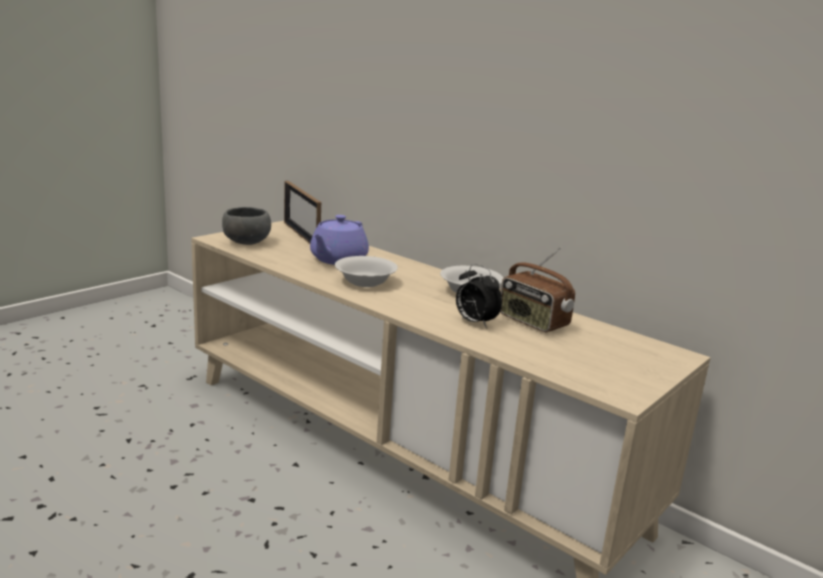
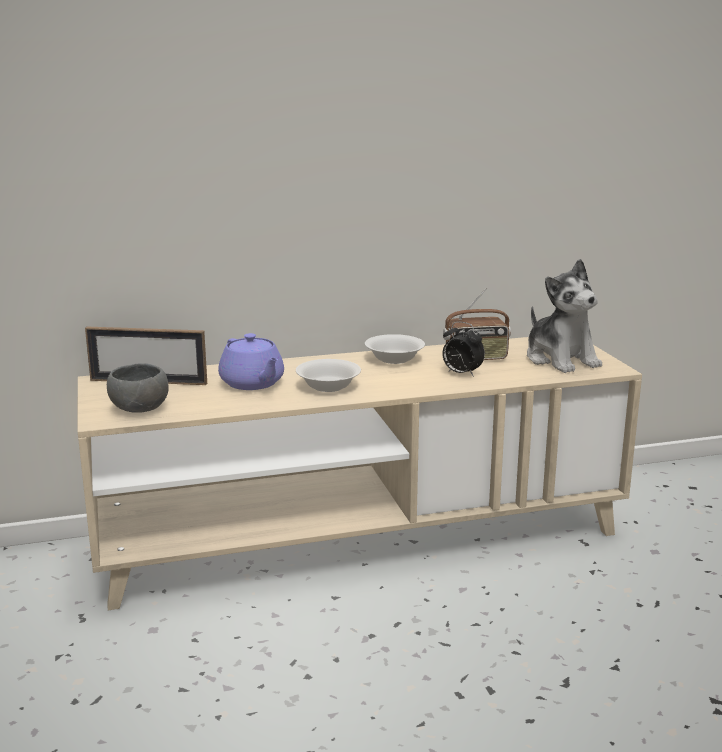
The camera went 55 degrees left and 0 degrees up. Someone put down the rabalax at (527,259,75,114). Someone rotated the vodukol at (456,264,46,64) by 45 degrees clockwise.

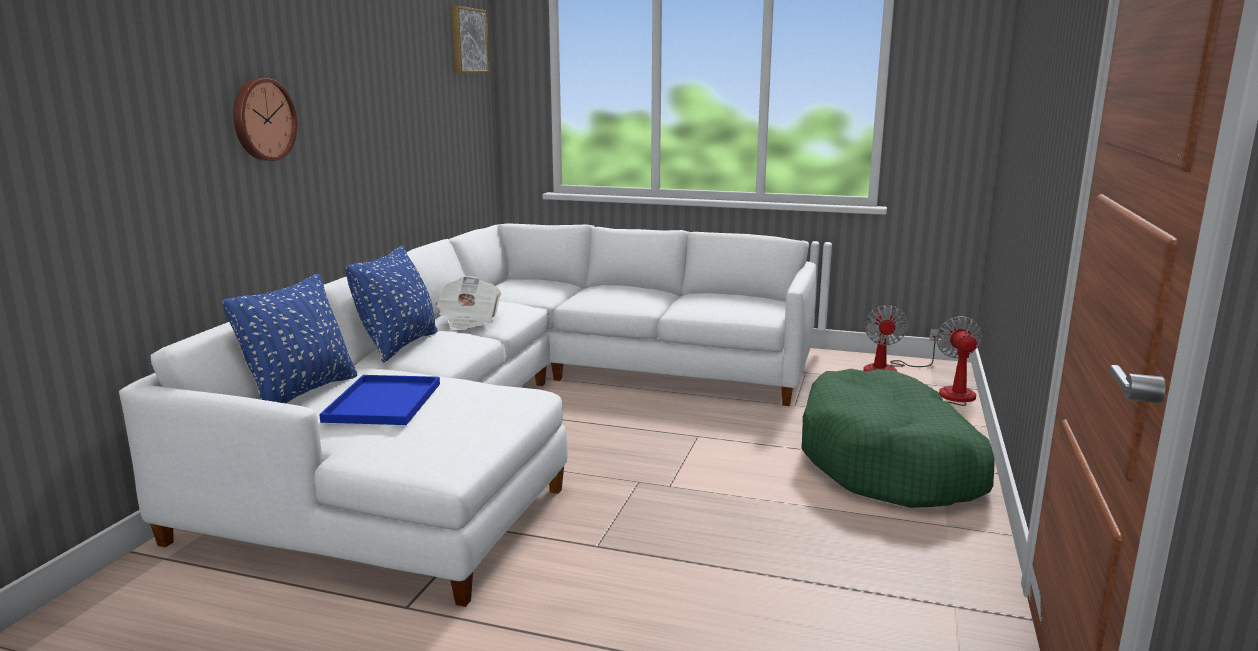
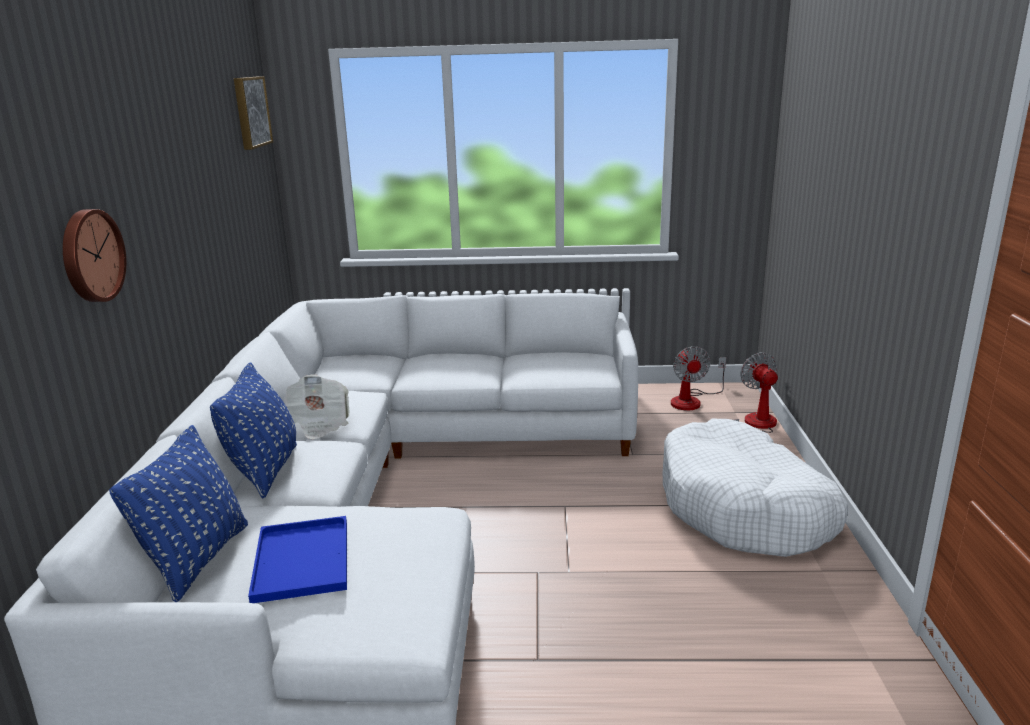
The camera went 15 degrees left and 5 degrees up. Someone repainted the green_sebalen at (801,369,193,139), which became the white_sebalen at (663,419,185,138).

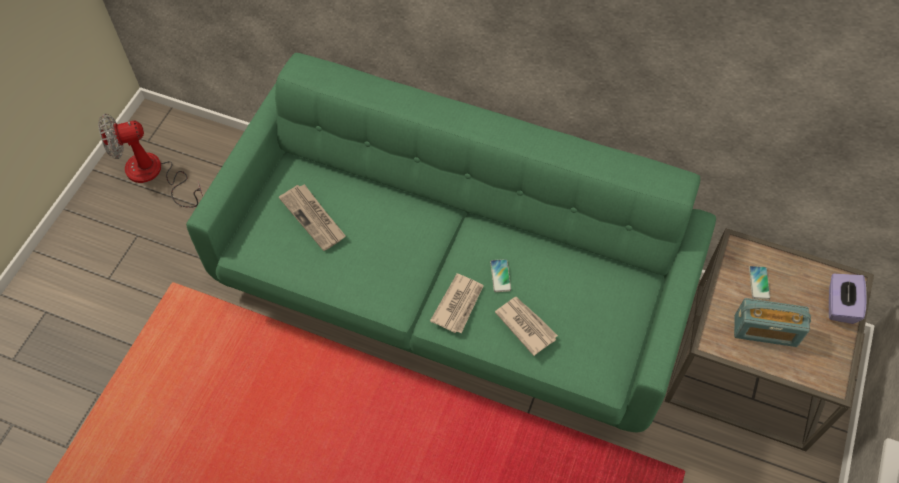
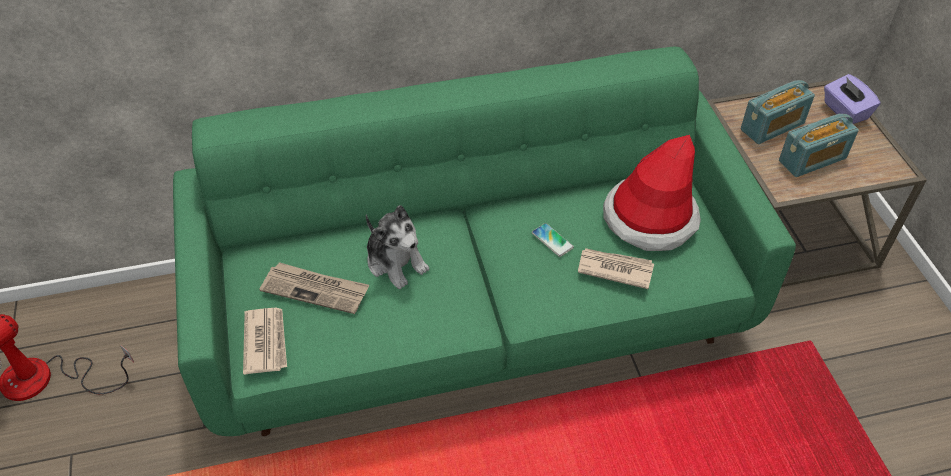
The camera went 35 degrees left and 10 degrees down. Someone put down the rabalax at (366,205,63,84). Someone put down the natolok at (603,135,98,116). Someone carried the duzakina from (430,273,54,60) to (243,308,44,67). Someone swapped the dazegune at (749,266,21,34) for the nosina at (741,80,74,64).

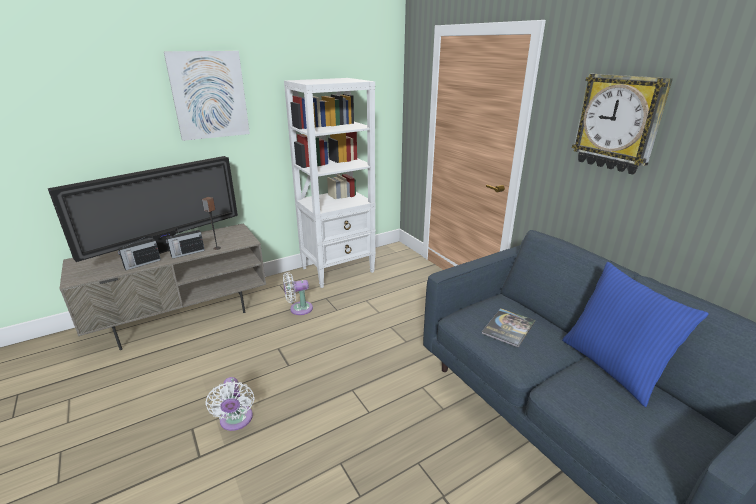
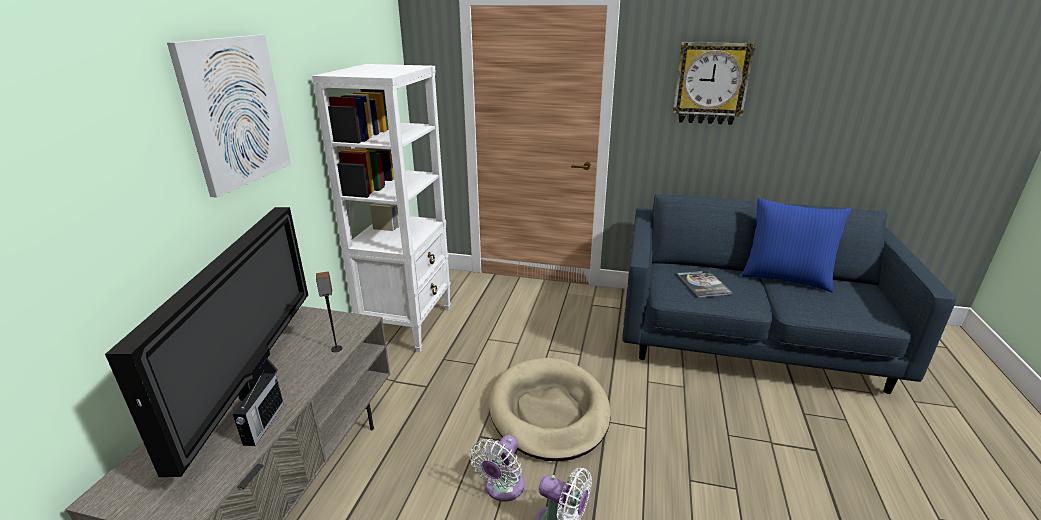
The camera went 45 degrees left and 0 degrees up. Someone took away the nosina at (166,228,39,31). Someone put down the beige_sebalen at (489,357,122,104). Someone carried the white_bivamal from (283,272,30,43) to (470,435,55,67).

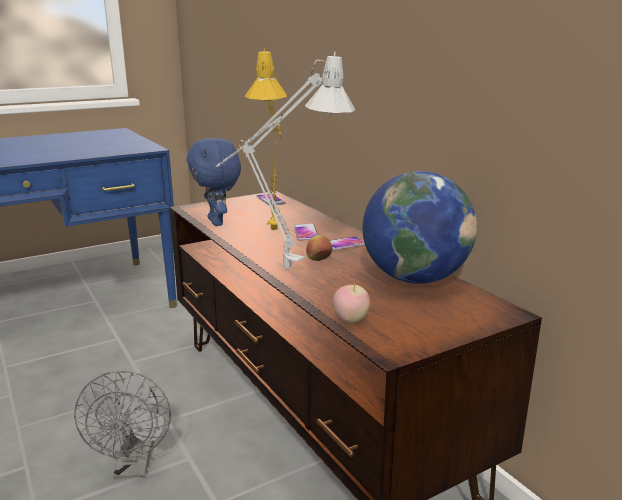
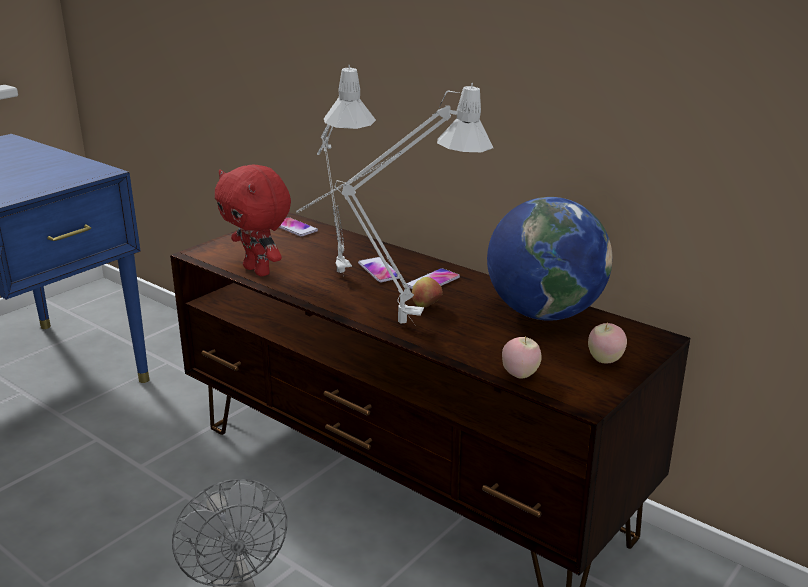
The camera went 20 degrees left and 5 degrees up. Someone put down the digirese at (588,322,39,41). Someone repainted the blue_rabalax at (186,138,55,88), which became the red_rabalax at (215,164,76,112). Someone repainted the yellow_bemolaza at (245,48,42,182), which became the grey_bemolaza at (317,65,59,211).

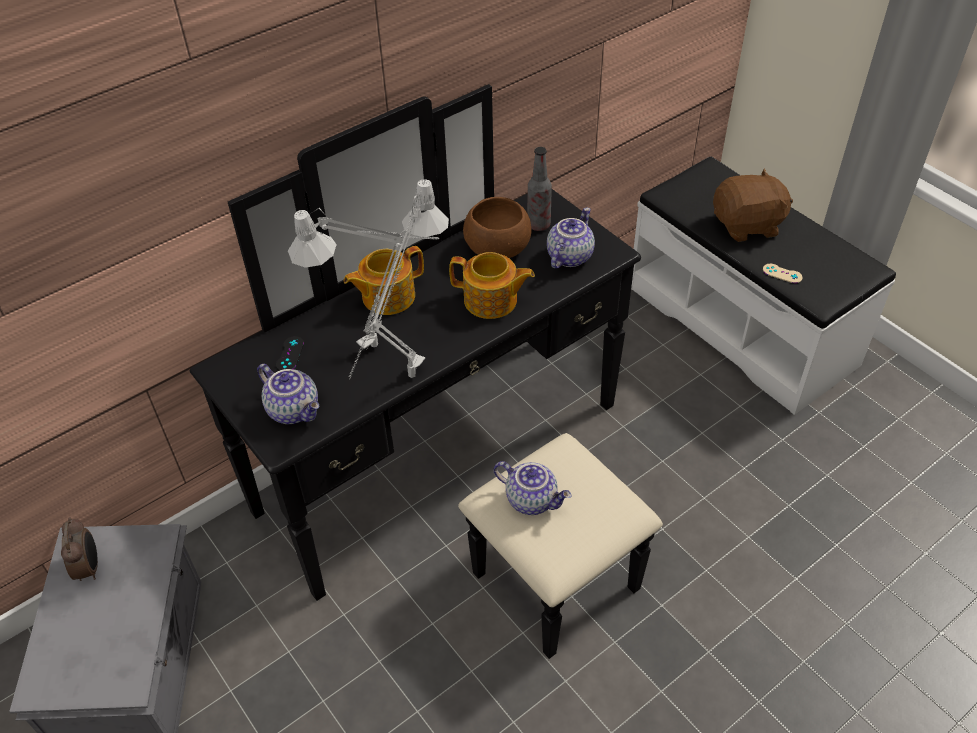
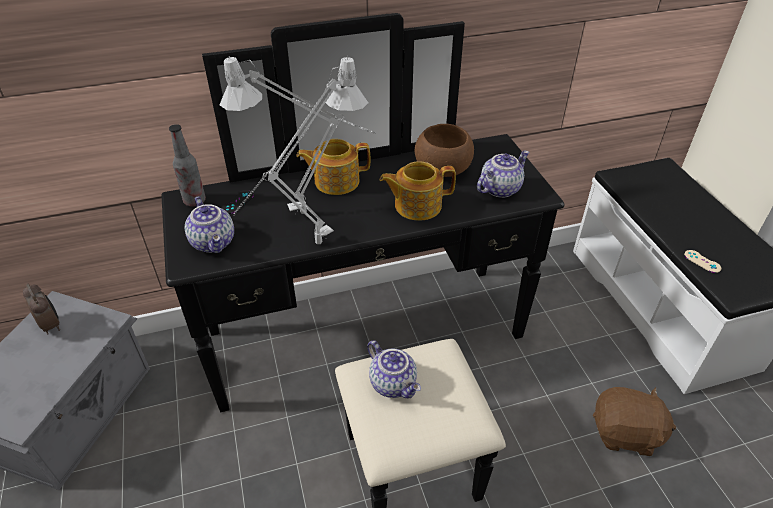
The camera went 20 degrees right and 5 degrees down. Someone carried the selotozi from (527,147,25,84) to (169,124,37,83). Someone carried the brown_rabalax from (713,168,80,74) to (593,387,83,69). Someone rotated the vodukol at (61,517,37,64) by 45 degrees counterclockwise. Someone rotated the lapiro at (449,252,86,67) by 135 degrees clockwise.

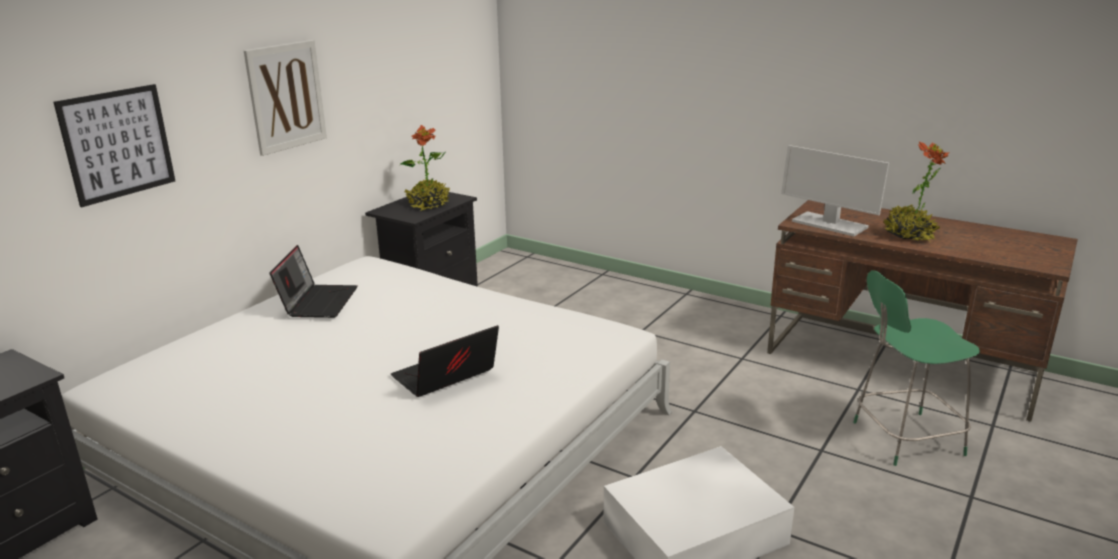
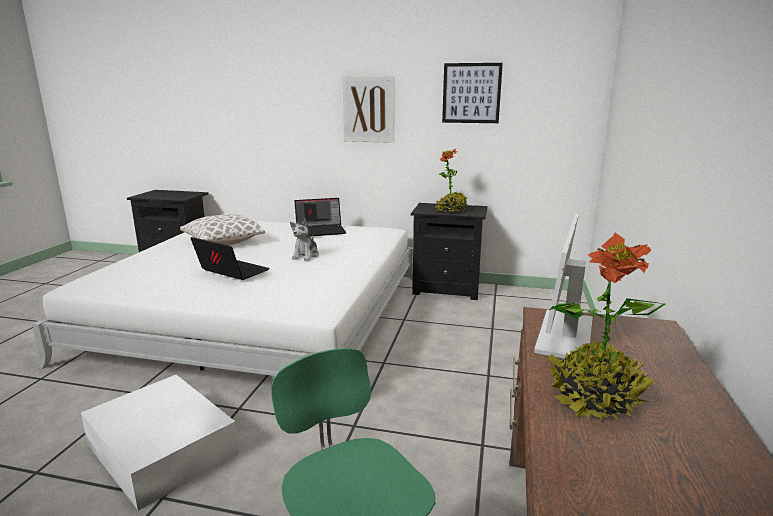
The camera went 70 degrees right and 5 degrees down. Someone put down the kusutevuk at (180,214,85,31). Someone put down the rabalax at (290,217,29,44). Someone carried the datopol from (53,84,122,123) to (442,63,61,60).

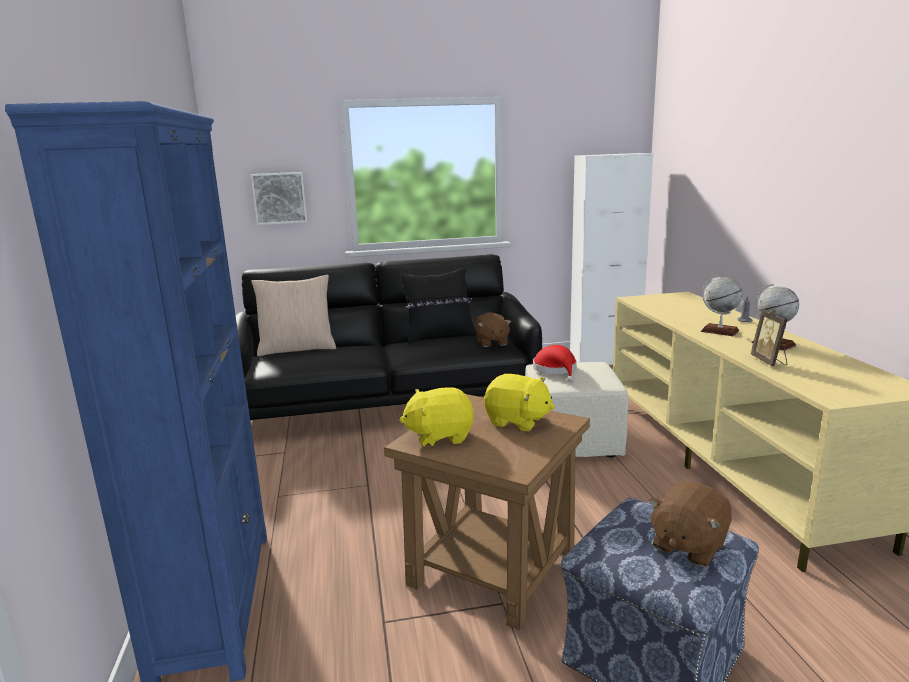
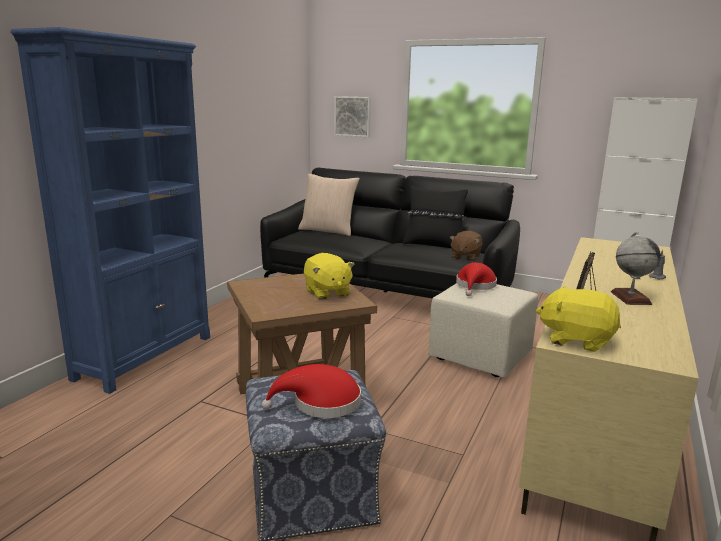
The camera went 35 degrees right and 0 degrees up. Someone took away the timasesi at (701,275,41,61). Someone carried the yellow_rabalax from (399,387,75,60) to (536,286,85,66). Someone swapped the brown_rabalax at (649,482,83,85) for the red_natolok at (262,364,99,54).

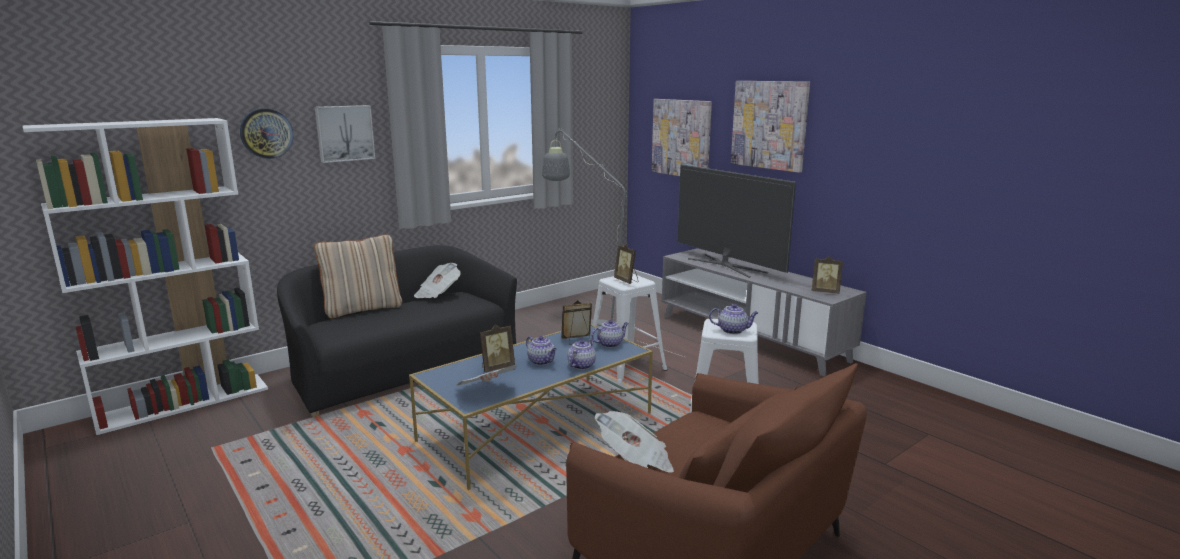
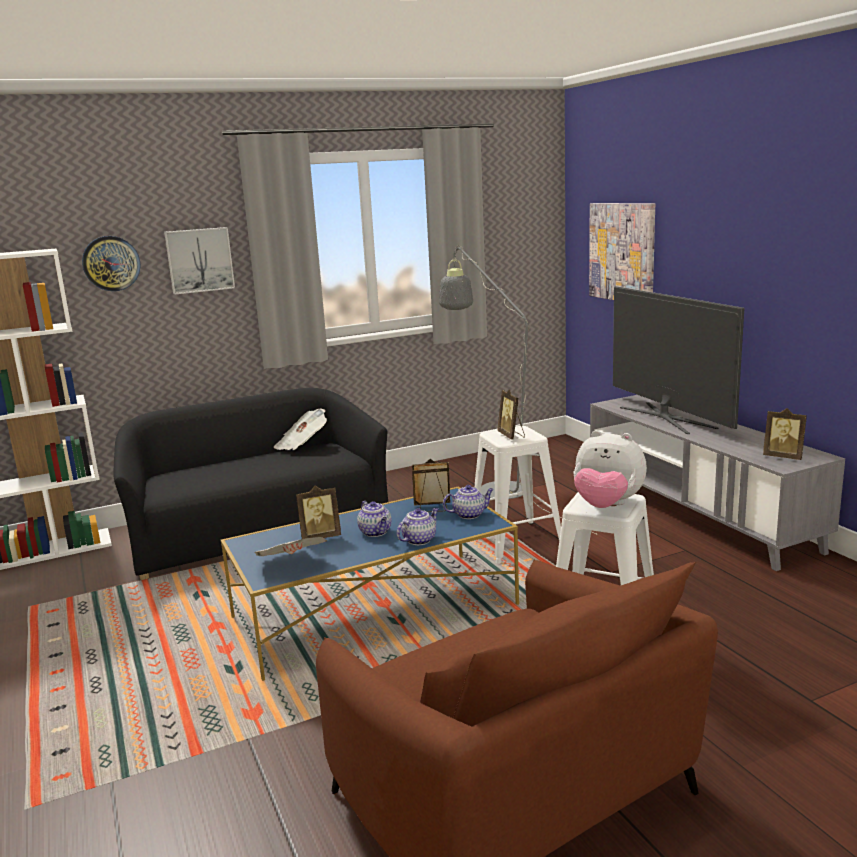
The camera went 15 degrees right and 0 degrees up. Someone took away the beige_kusutevuk at (314,234,88,85). Someone took away the duzakina at (595,411,79,62). Someone took away the datopol at (731,81,79,92). Someone swapped the lapiro at (709,304,49,30) for the rabalax at (574,430,73,78).

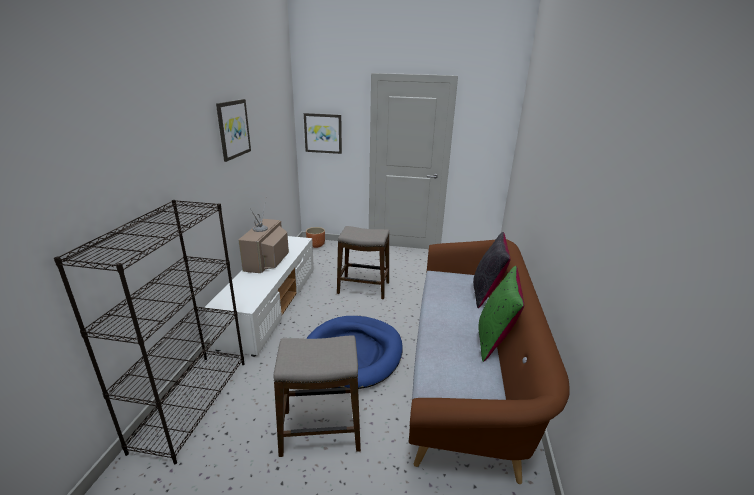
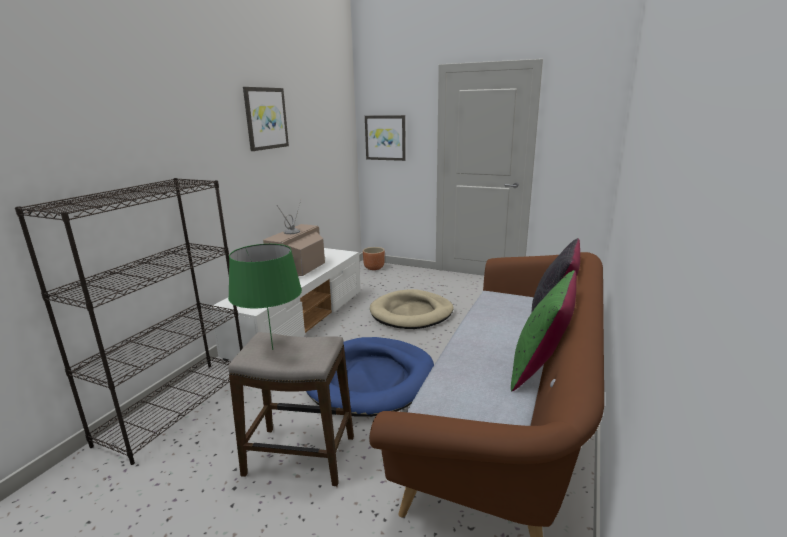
The camera went 15 degrees right and 5 degrees down. Someone put down the green_bemolaza at (228,244,74,106). Someone swapped the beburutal at (337,226,52,73) for the beige_sebalen at (370,289,84,40).

